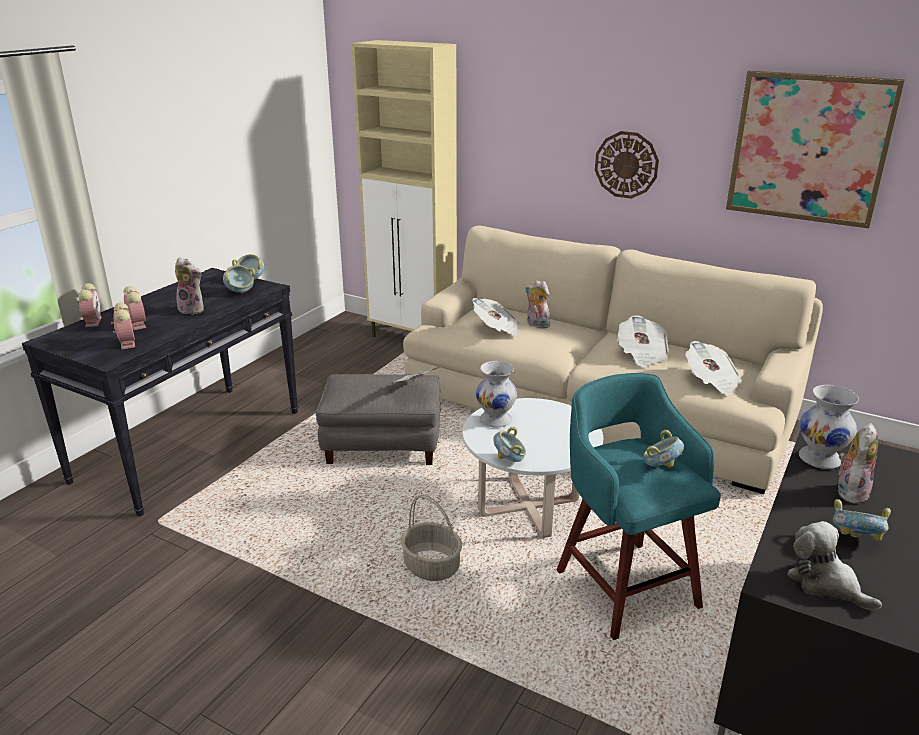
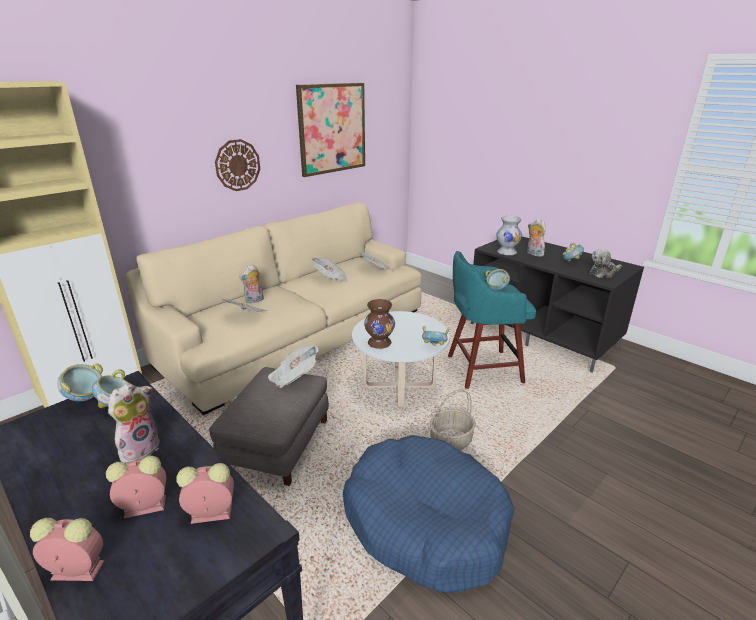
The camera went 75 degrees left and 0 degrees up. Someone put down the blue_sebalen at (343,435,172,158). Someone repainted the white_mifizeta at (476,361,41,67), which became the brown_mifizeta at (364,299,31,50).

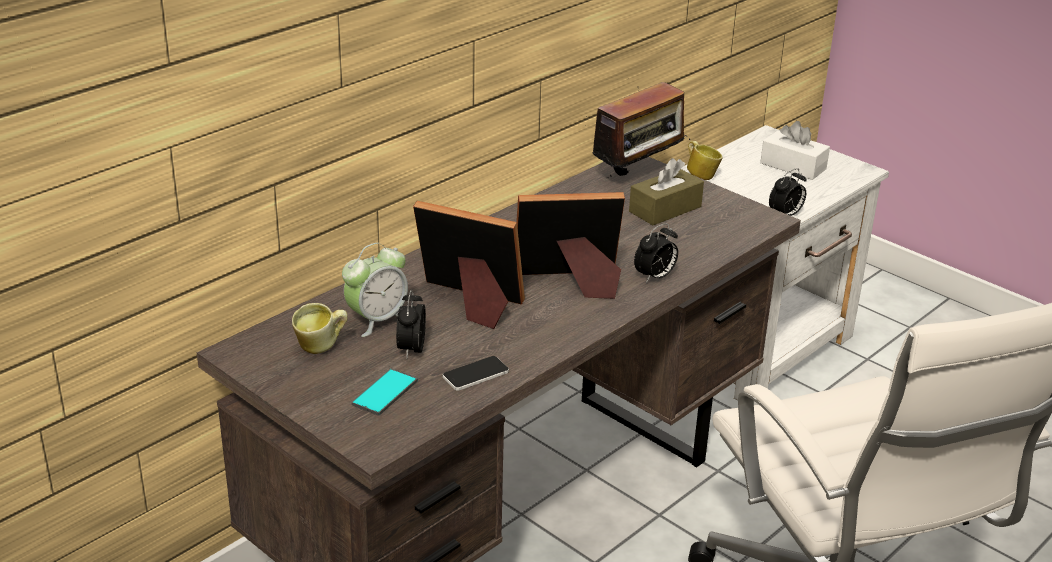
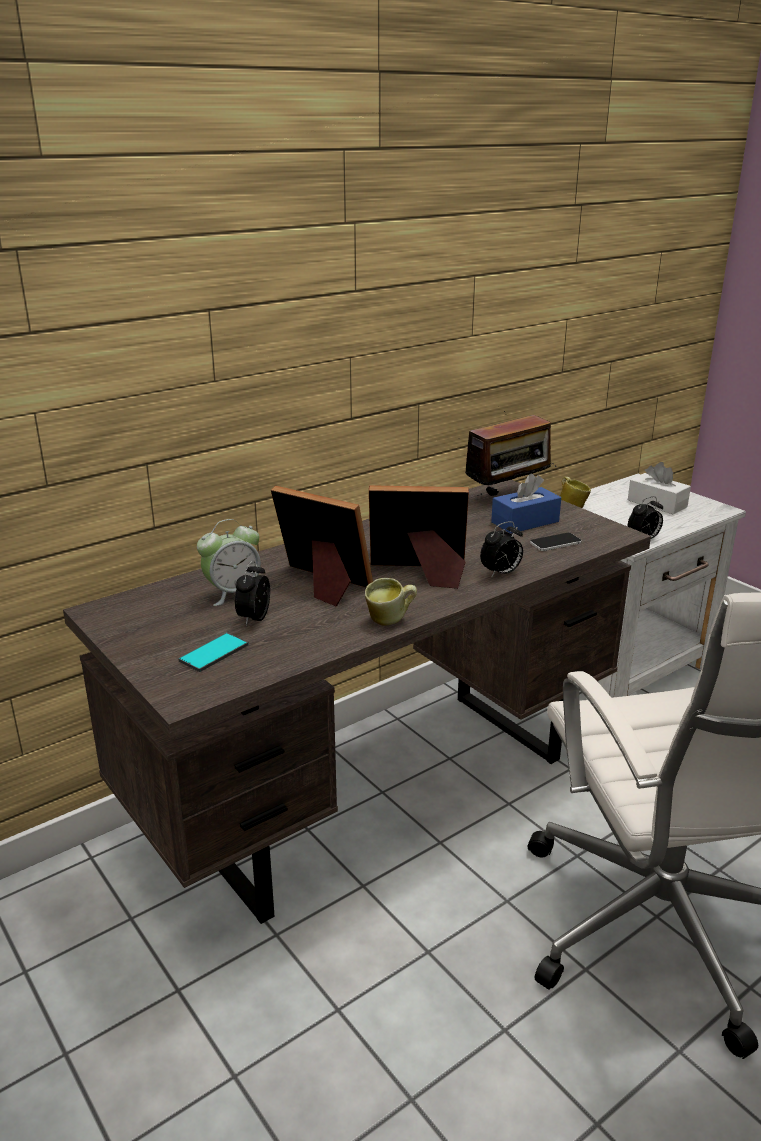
The camera went 10 degrees right and 5 degrees down. Someone carried the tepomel from (292,303,55,51) to (365,578,52,48). Someone carried the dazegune from (443,356,66,35) to (530,533,52,18). Someone repainted the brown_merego at (629,158,75,67), which became the blue_merego at (491,473,70,61).

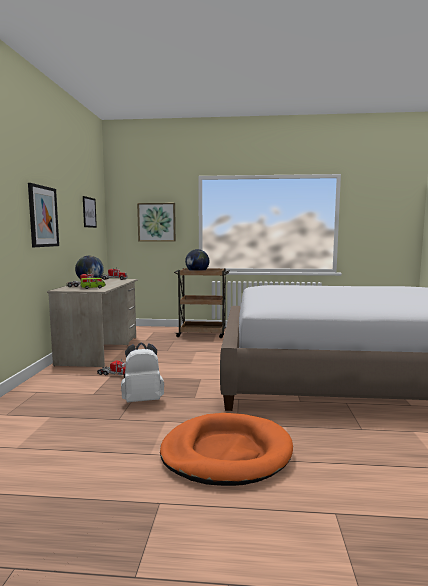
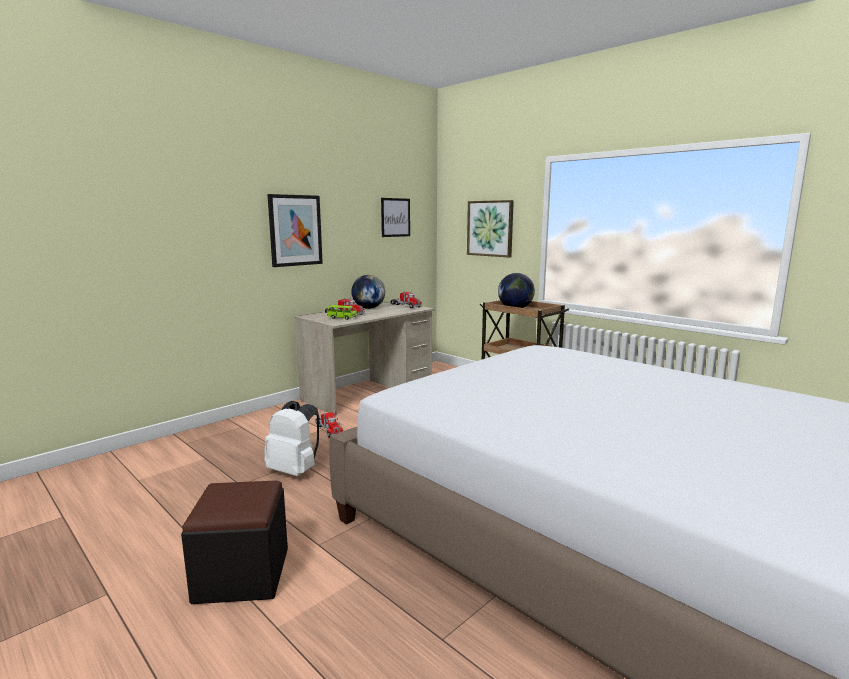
The camera went 40 degrees right and 5 degrees up. Someone swapped the orange_sebalen at (160,413,133,73) for the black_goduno at (181,481,107,123).

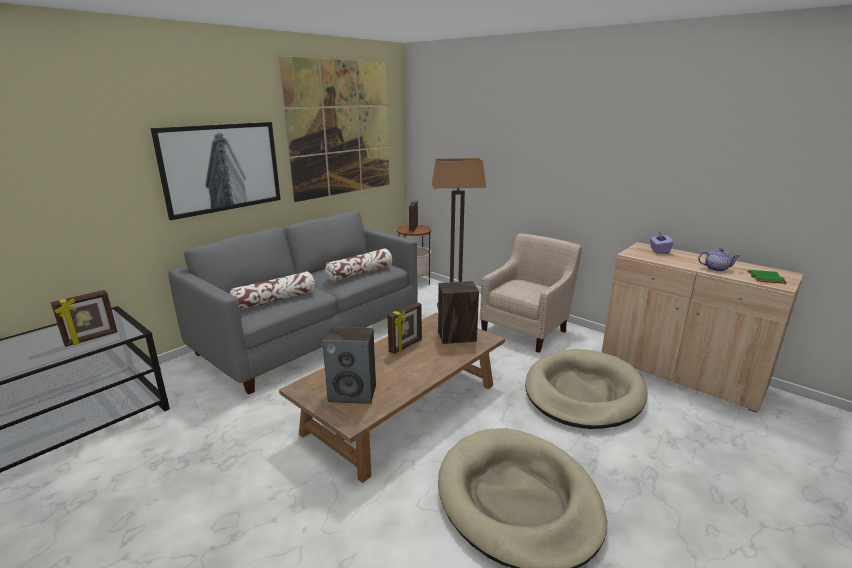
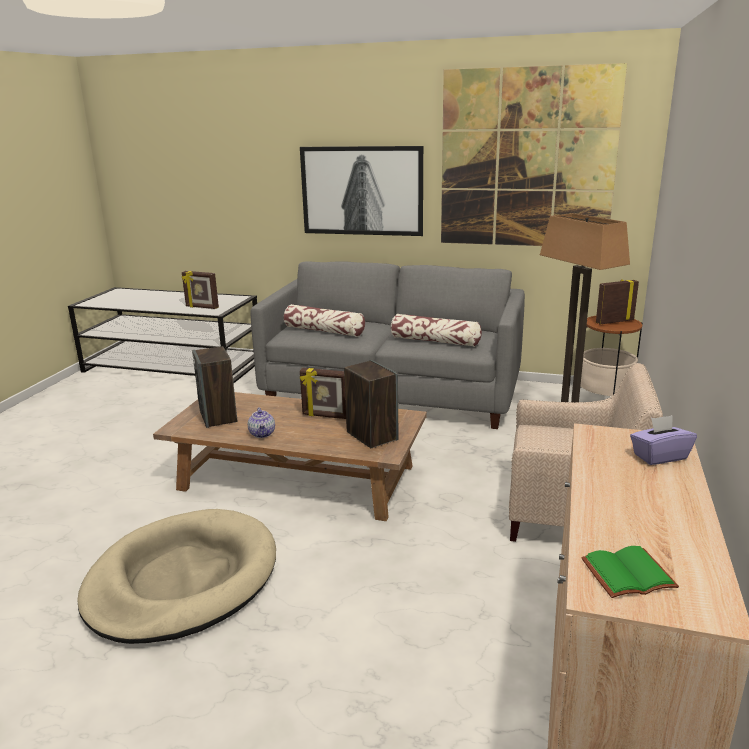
The camera went 65 degrees right and 0 degrees up. Someone took away the beige_sebalen at (525,349,123,80). Someone carried the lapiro from (698,248,43,24) to (248,407,27,31).

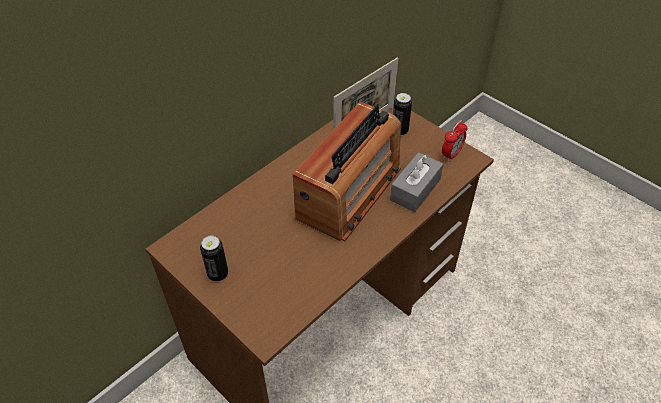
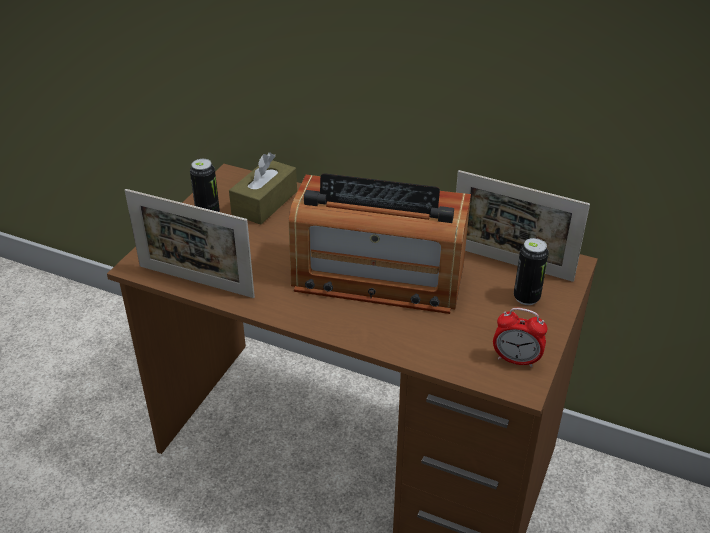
The camera went 70 degrees right and 10 degrees down. Someone took away the grey_merego at (390,152,53,60). Someone put down the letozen at (125,189,130,109). Someone put down the brown_merego at (229,152,68,73).

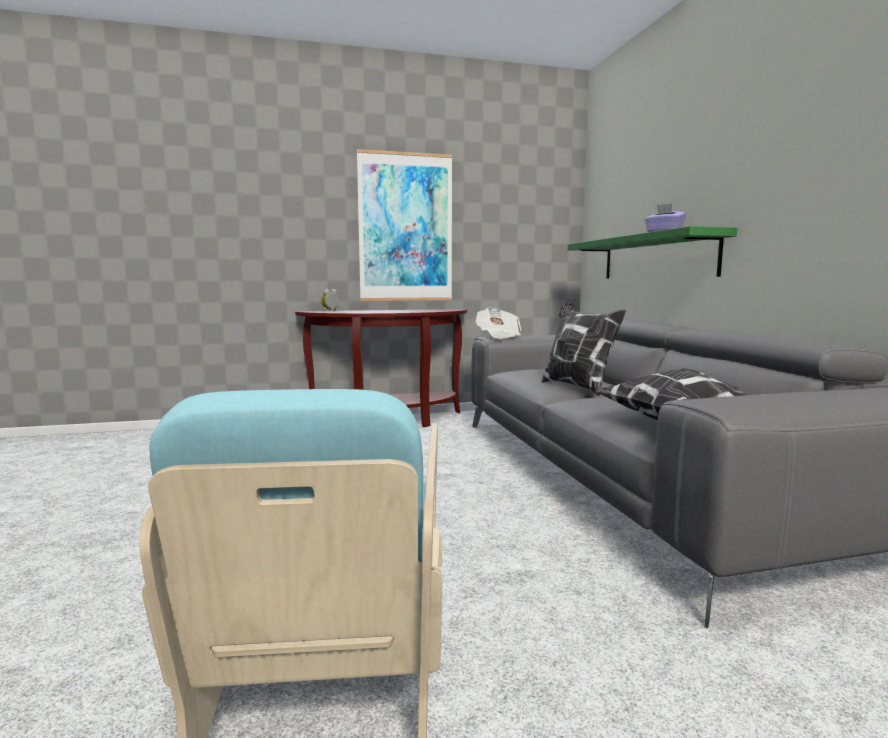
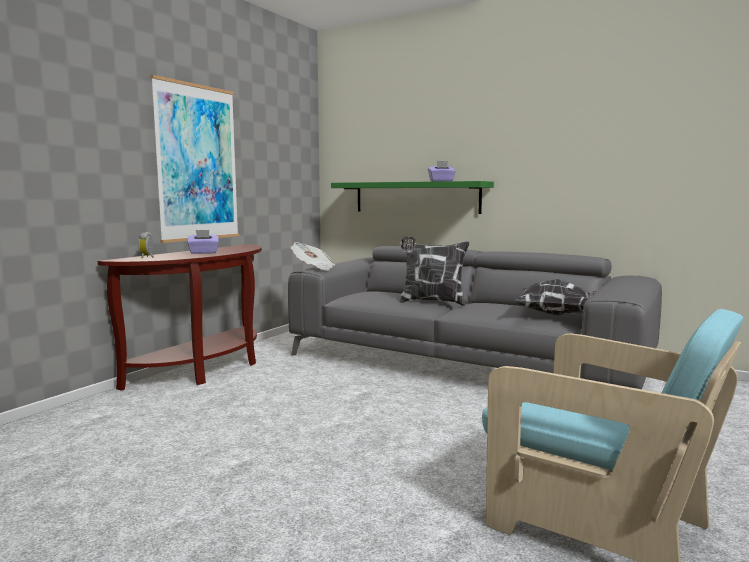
The camera went 45 degrees left and 0 degrees up. Someone put down the purple_merego at (187,230,32,24).

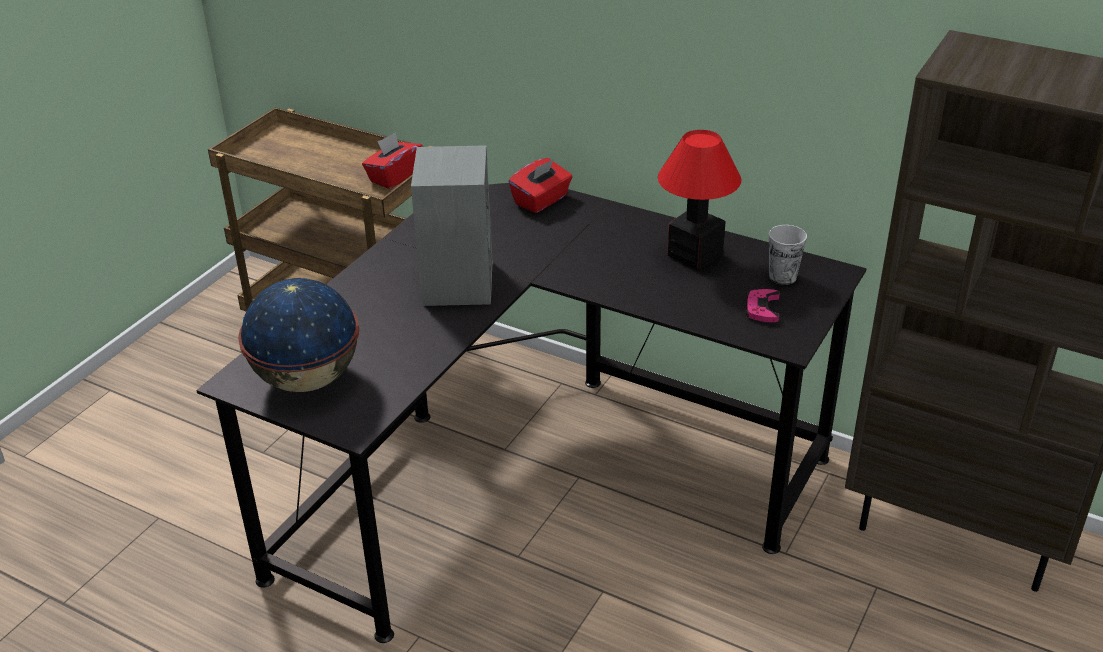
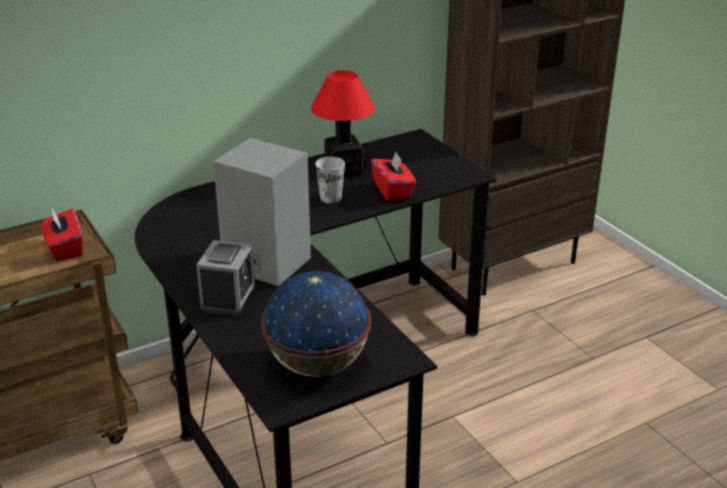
The camera went 60 degrees left and 5 degrees down. Someone took away the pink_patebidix at (745,289,35,34). Someone put down the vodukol at (196,240,60,76). Someone carried the red_merego from (508,158,64,55) to (371,152,45,49). Someone carried the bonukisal from (769,225,38,60) to (315,157,30,47).

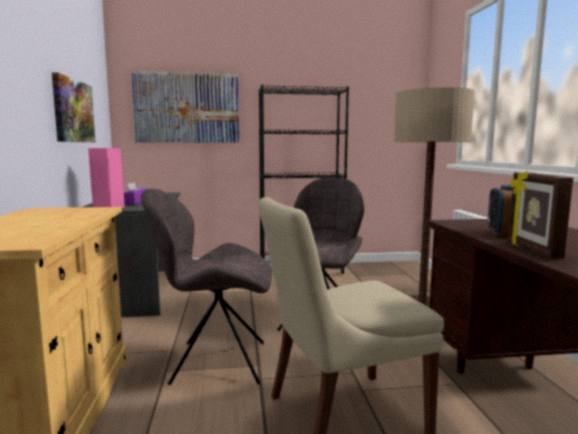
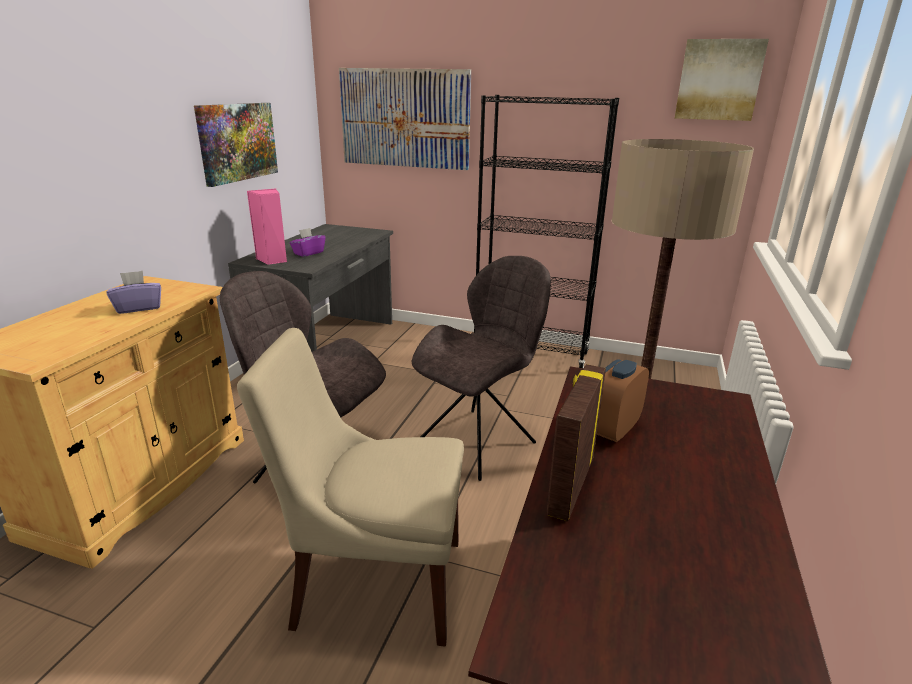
The camera went 25 degrees right and 15 degrees up. Someone put down the purple_merego at (106,271,55,43). Someone put up the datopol at (675,39,94,82).

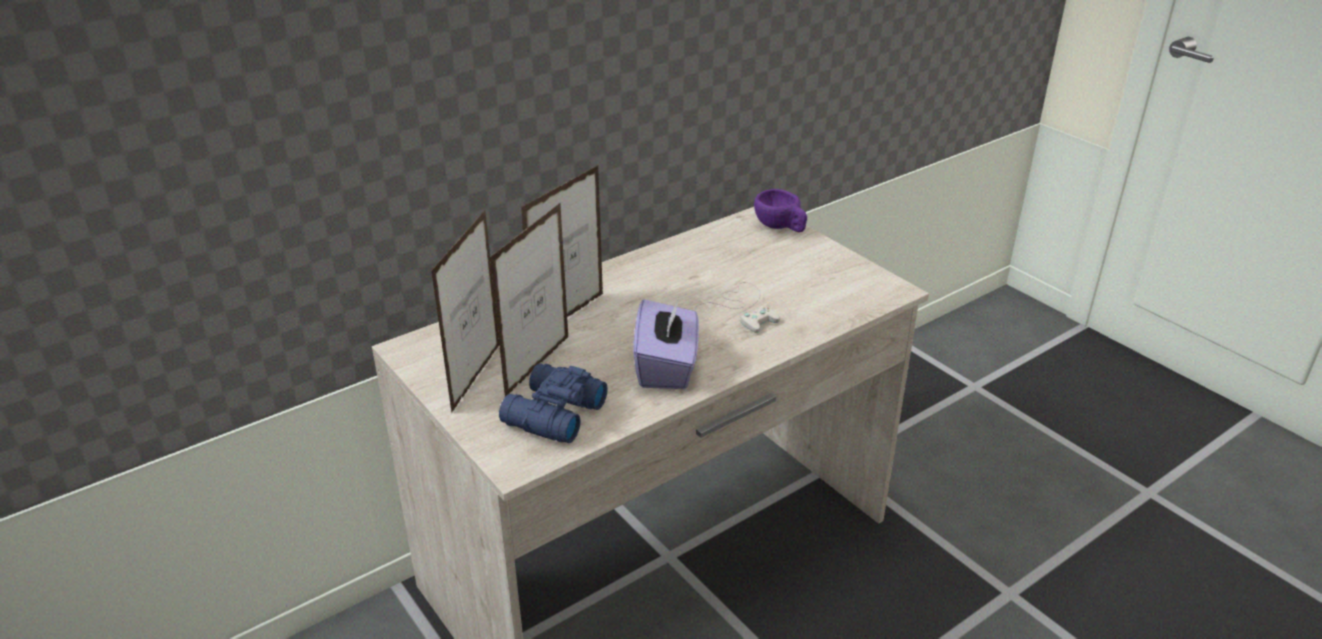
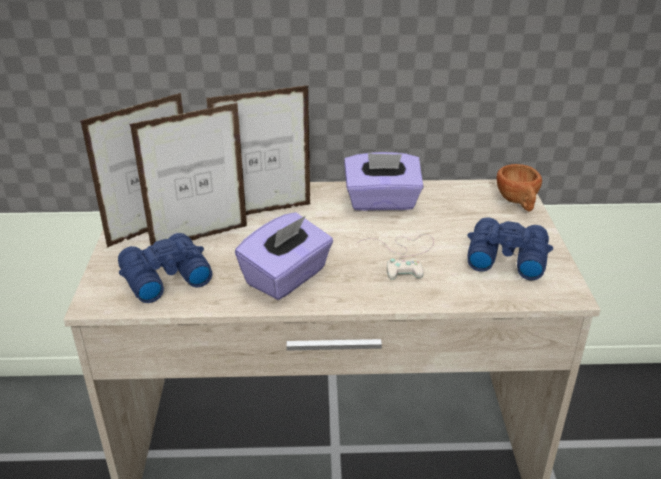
The camera went 35 degrees right and 0 degrees up. Someone put down the purple_merego at (344,152,80,59). Someone put down the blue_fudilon at (467,217,86,63). Someone repainted the purple_bonukisal at (754,189,53,43), which became the brown_bonukisal at (496,164,46,48).

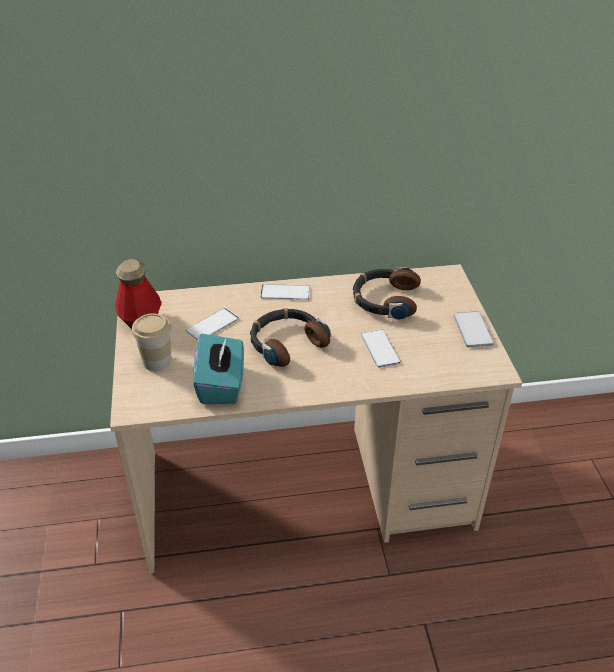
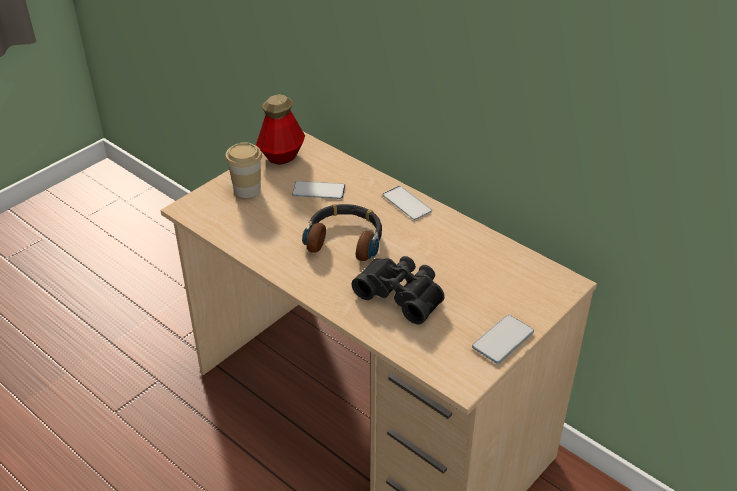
The camera went 50 degrees right and 0 degrees up. Someone took away the turquoise_merego at (193,334,51,70). Someone took away the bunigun at (353,267,68,53). Someone swapped the dazegune at (361,329,40,39) for the black_fudilon at (352,256,93,68).

